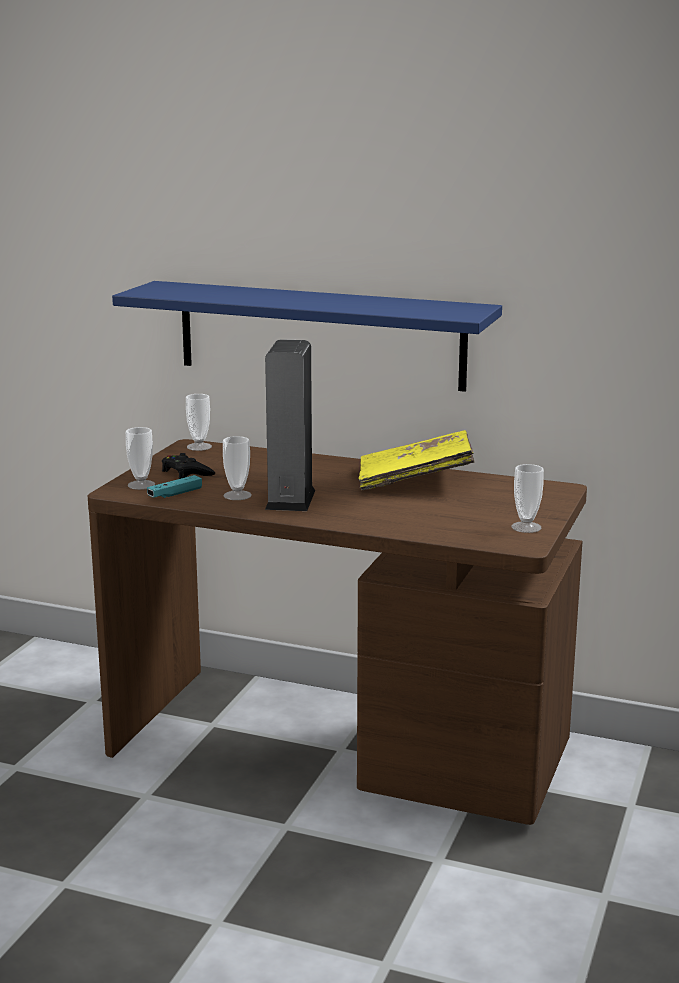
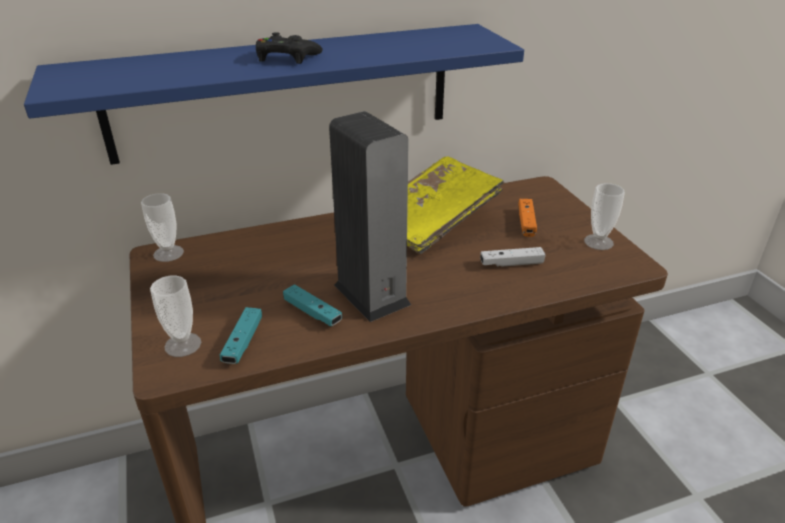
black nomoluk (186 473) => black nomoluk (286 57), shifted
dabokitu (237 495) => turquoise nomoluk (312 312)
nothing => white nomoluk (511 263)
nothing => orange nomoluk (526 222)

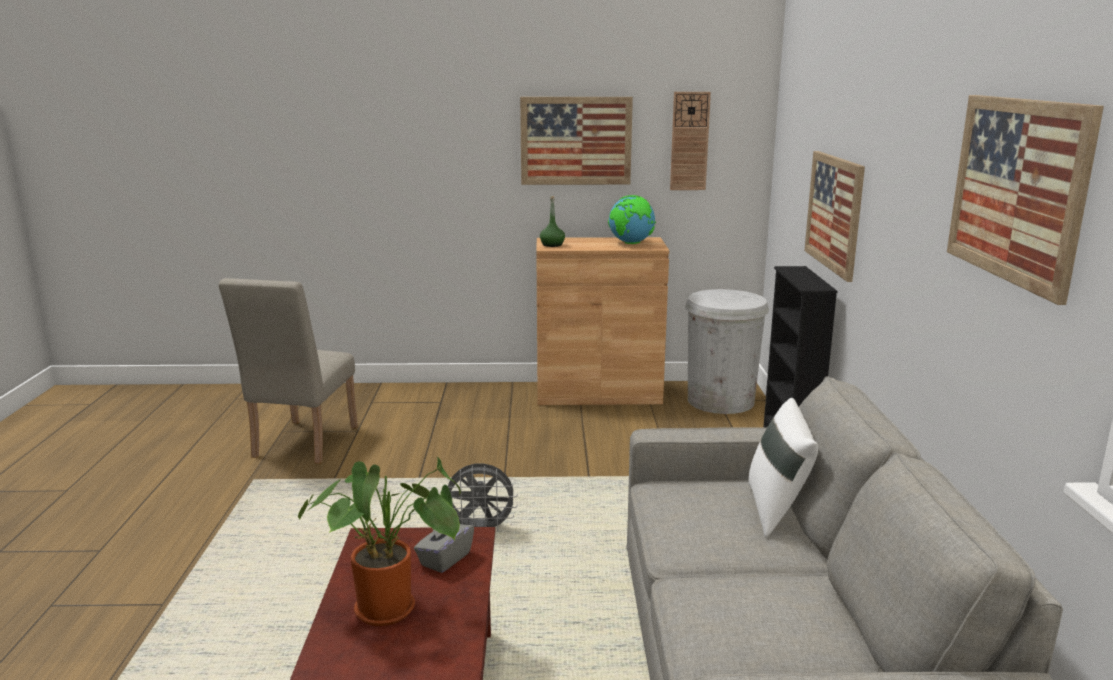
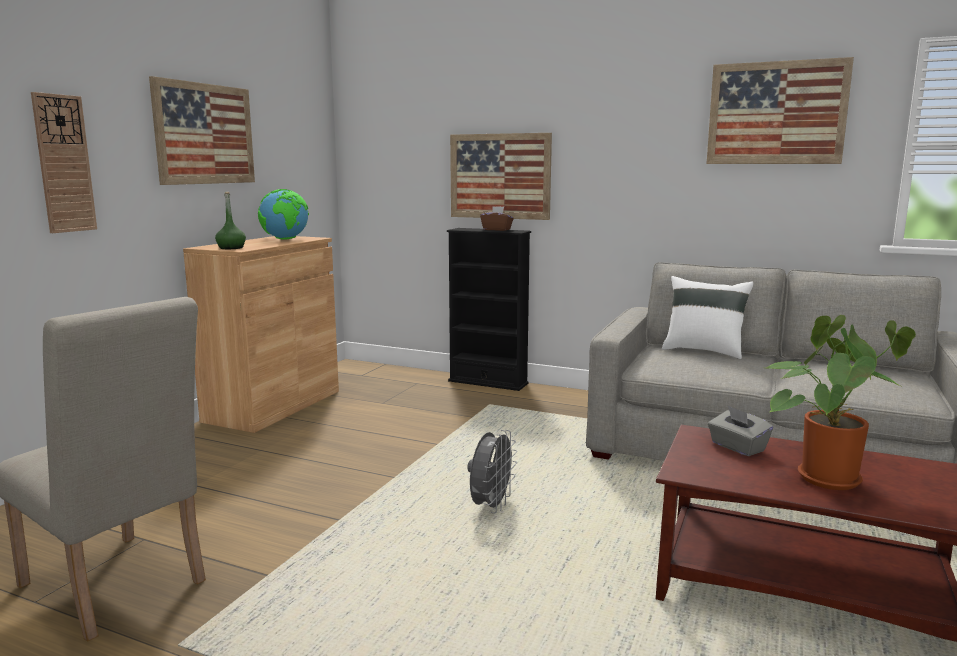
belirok (689 141) => belirok (64 164), shifted
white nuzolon (720 401) => nothing
nothing => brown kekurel (497 229)

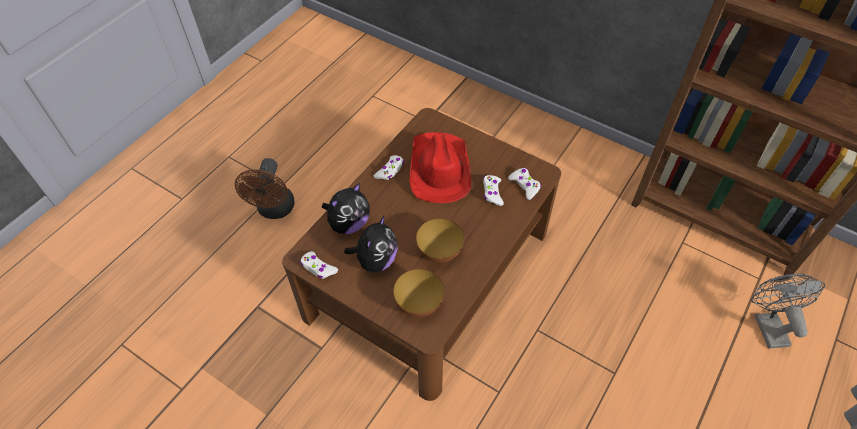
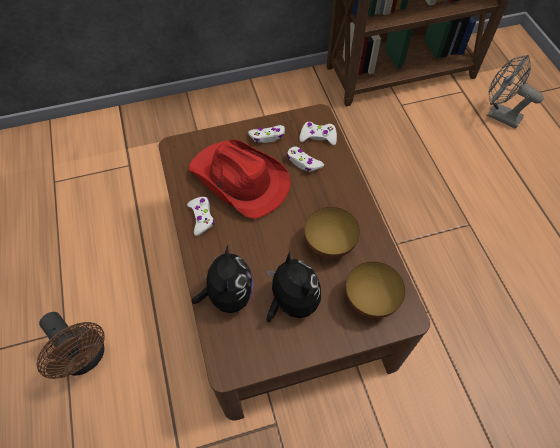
white nomoluk (318 268) => white nomoluk (267 136), shifted

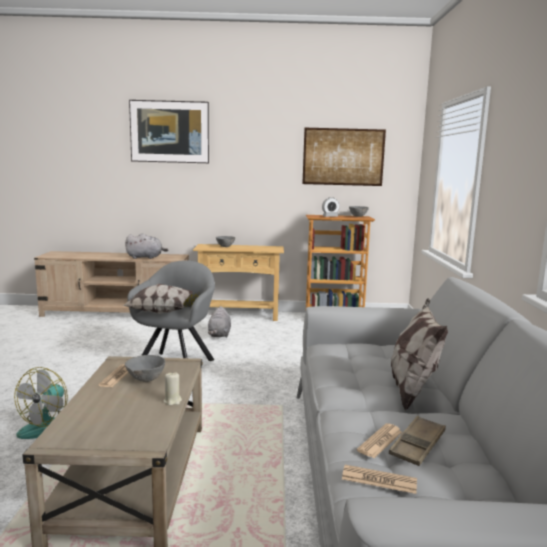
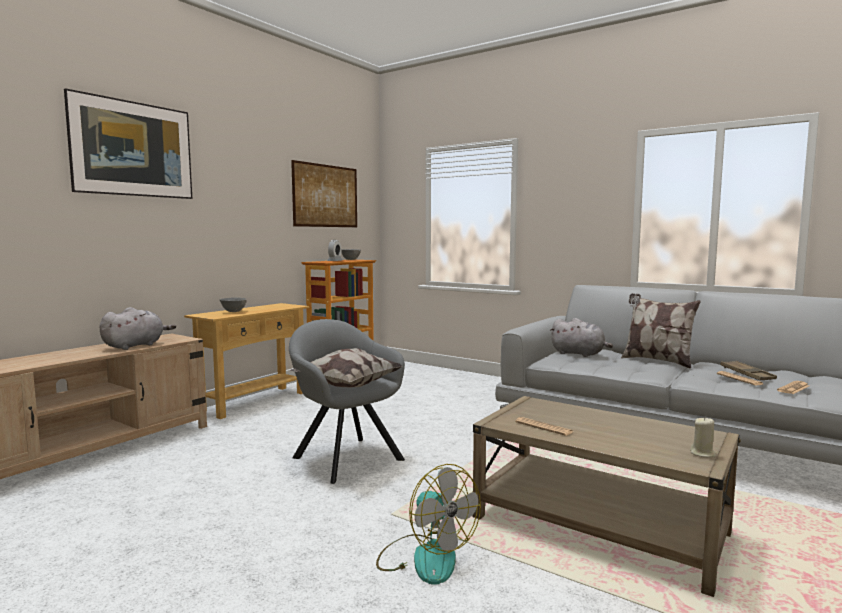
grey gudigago (145 380) => nothing
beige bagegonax (172 401) => beige bagegonax (702 453), shifted
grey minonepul (219 334) => grey minonepul (579 354), shifted

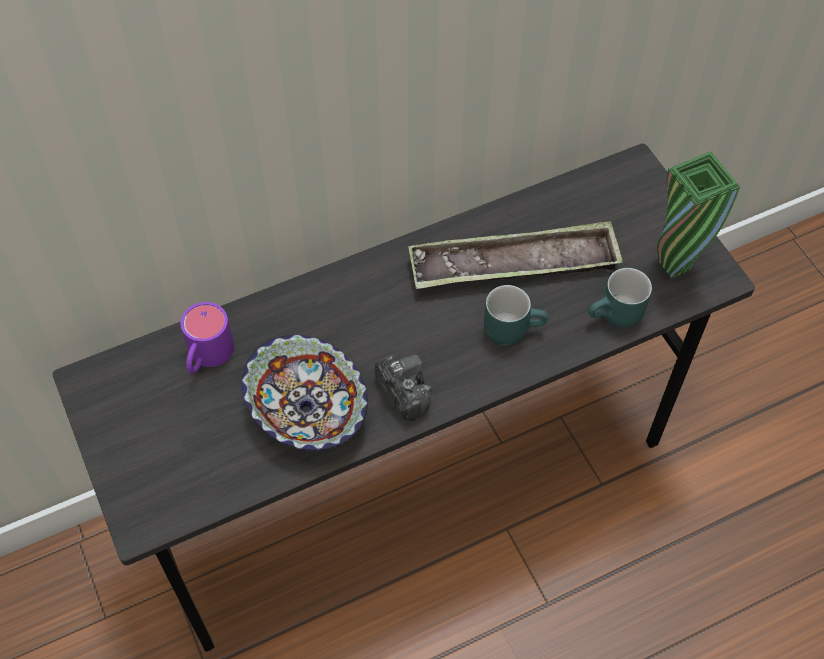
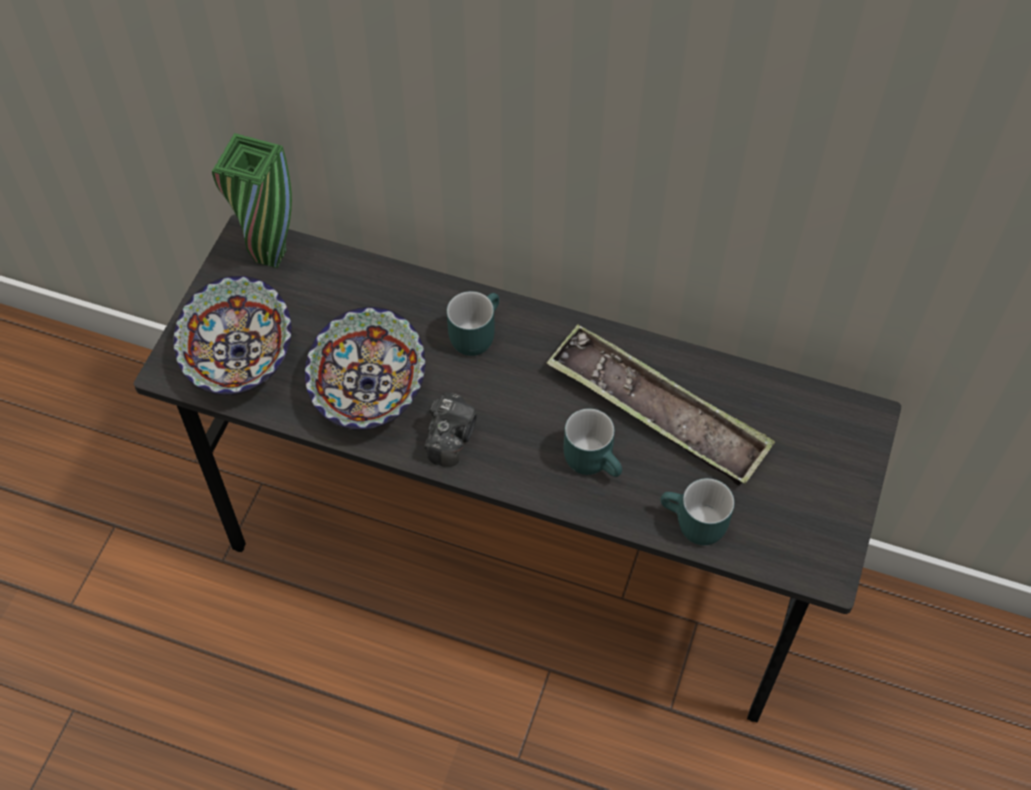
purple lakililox (206 356) => nothing
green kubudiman (674 266) => green kubudiman (270 256), shifted
nothing => gudigago (240 355)
nothing => turquoise lakililox (473 333)

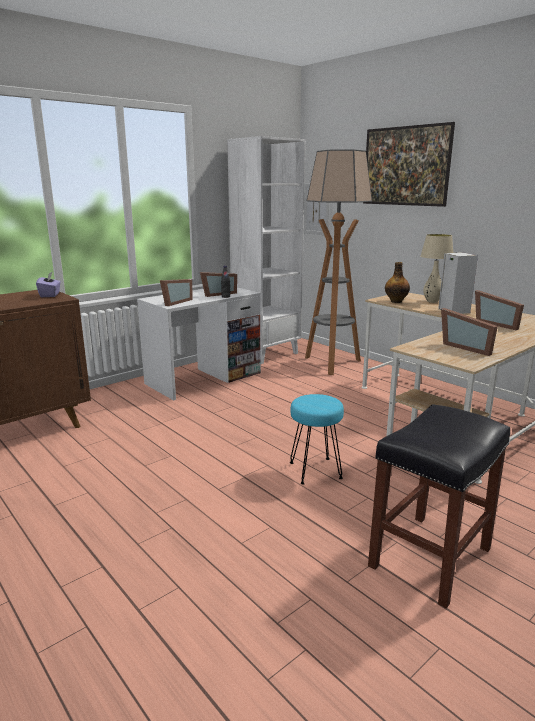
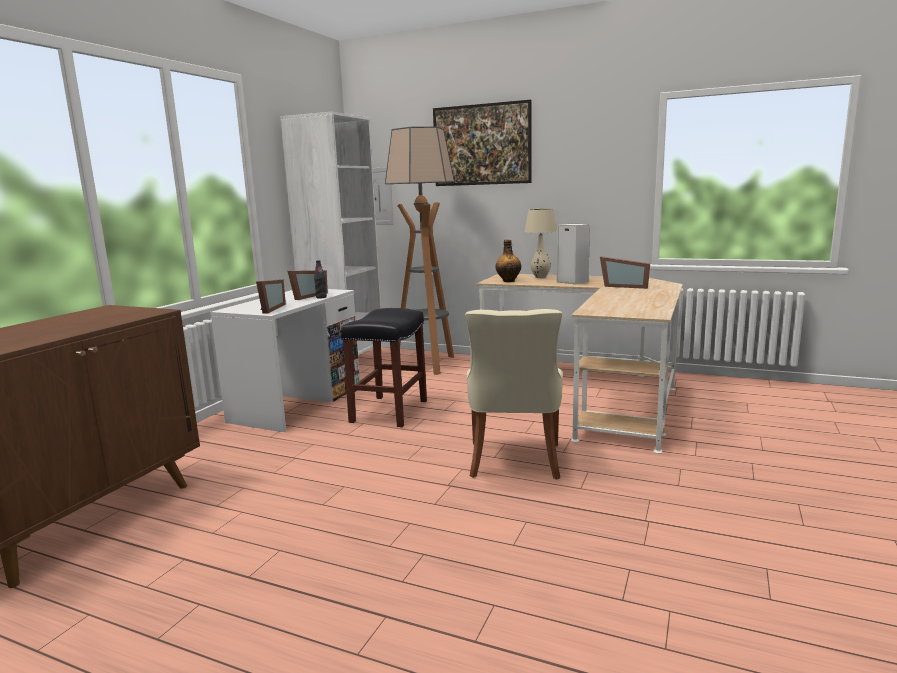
purple kekurel (50 295) => nothing
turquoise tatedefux (314 470) => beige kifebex (514 462)
black tatedefux (430 559) => black tatedefux (389 411), shifted
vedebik (467 347) => nothing

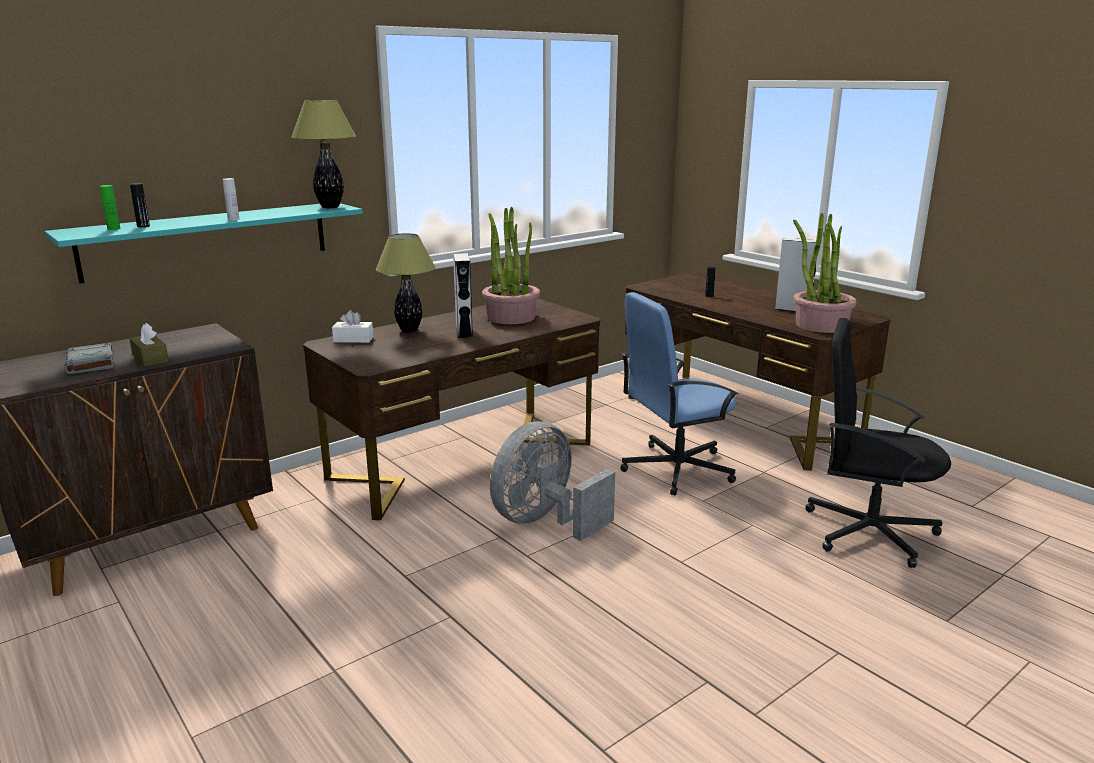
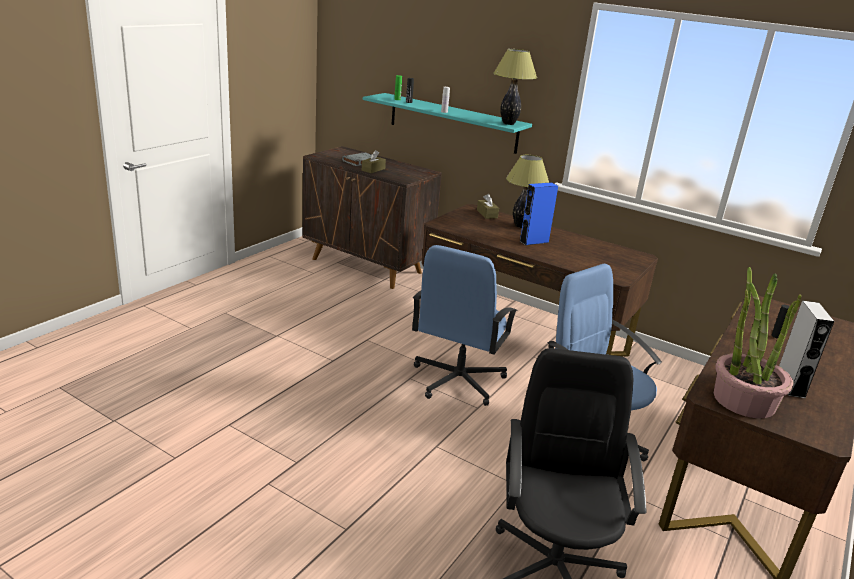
white kekurel (353 339) => brown kekurel (487 214)
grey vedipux (464 332) => blue vedipux (534 241)
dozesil (511 317) => nothing
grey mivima (545 522) => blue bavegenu (457 380)

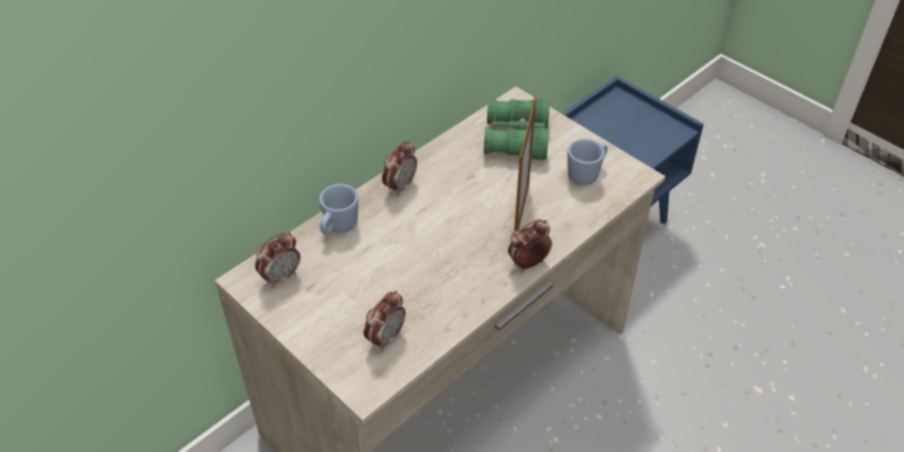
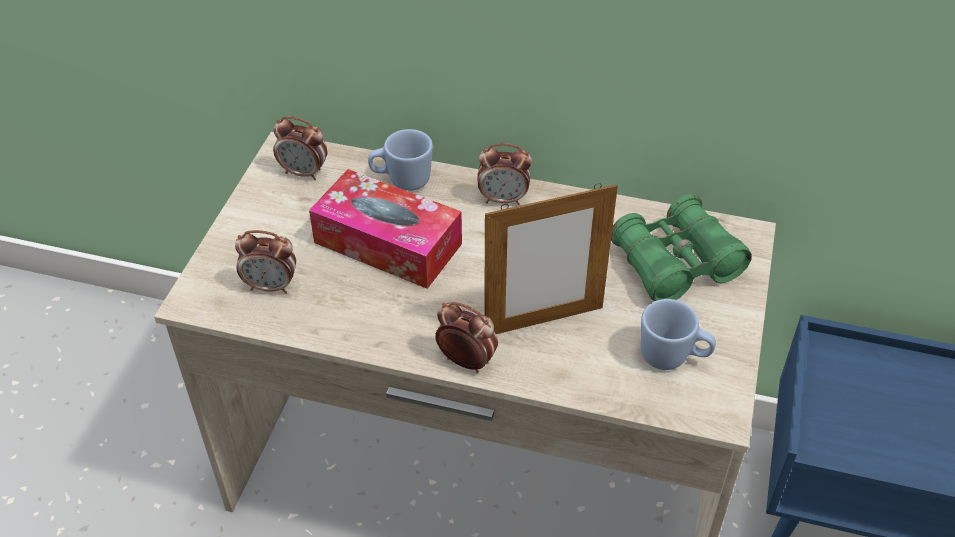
nothing => kekurel (388 243)

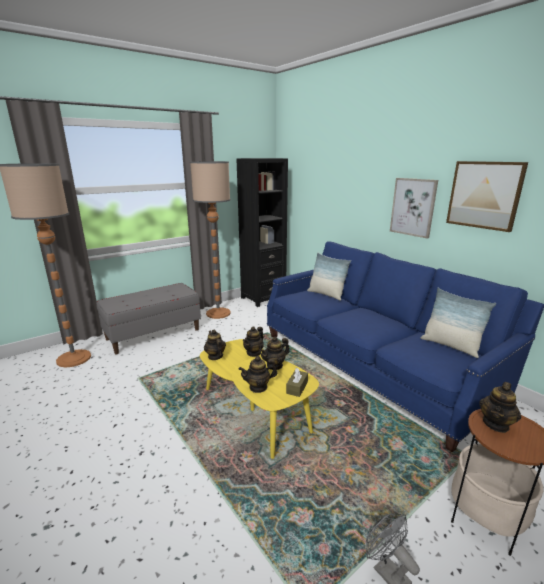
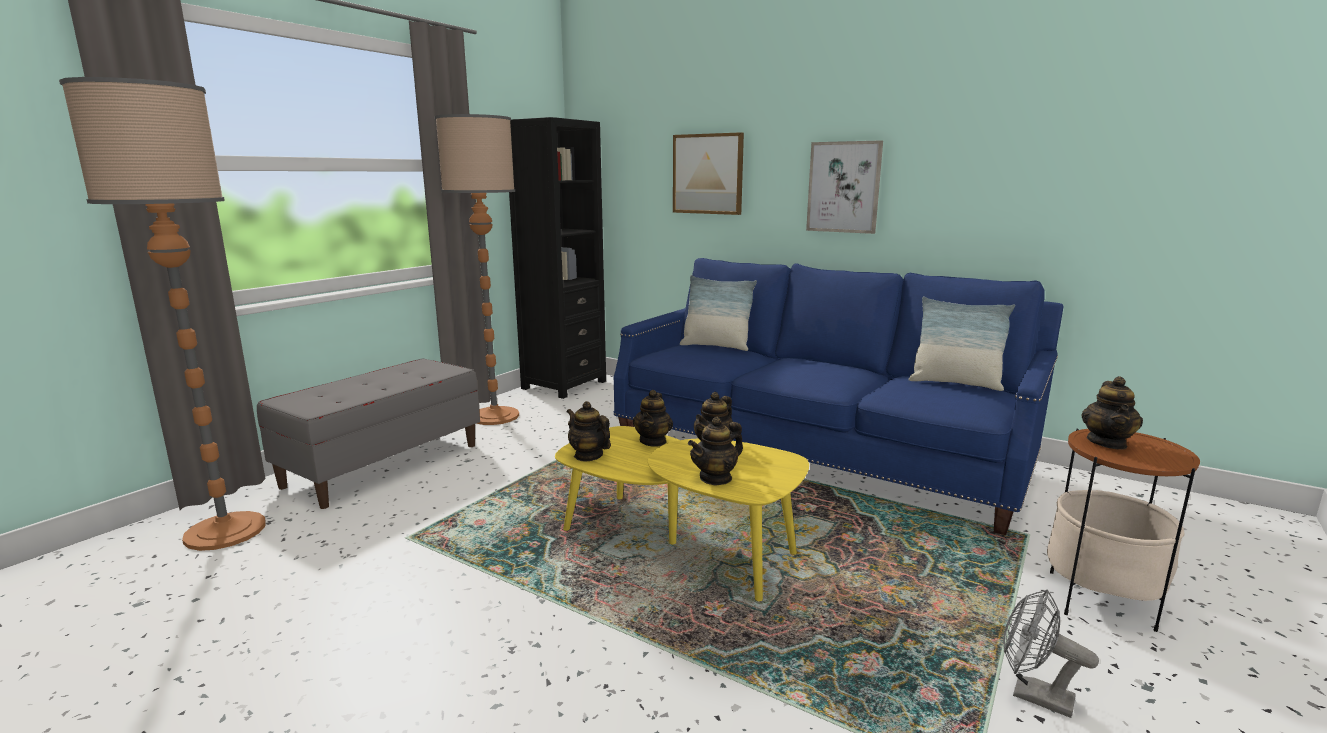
brown kekurel (297 387) => nothing
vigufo (484 195) => vigufo (708 174), shifted

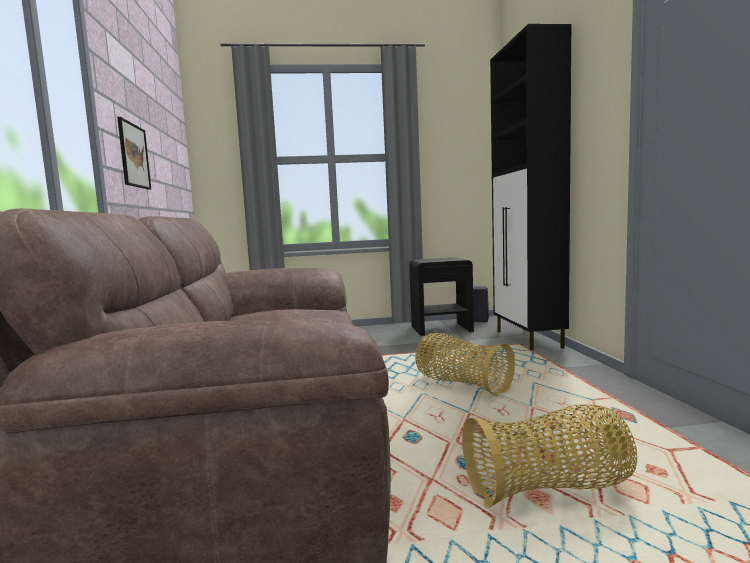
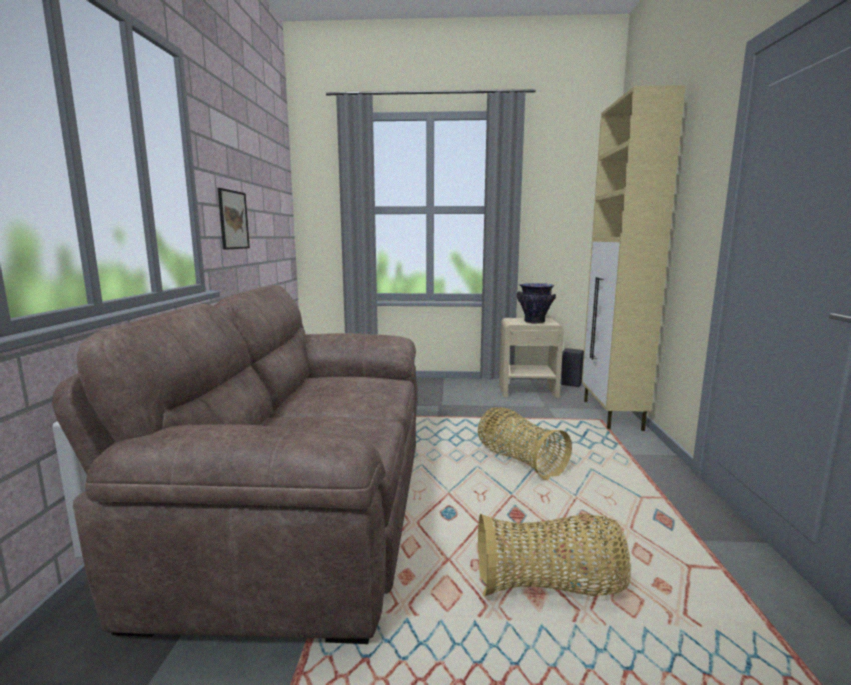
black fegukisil (442 329) => beige fegukisil (528 391)
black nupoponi (528 339) => beige nupoponi (612 415)
nothing => kubudiman (534 322)

